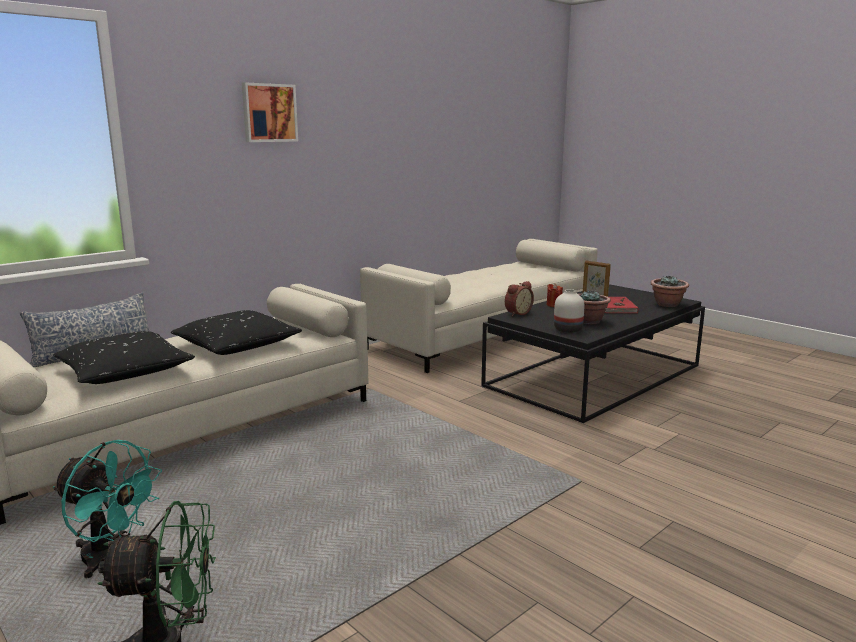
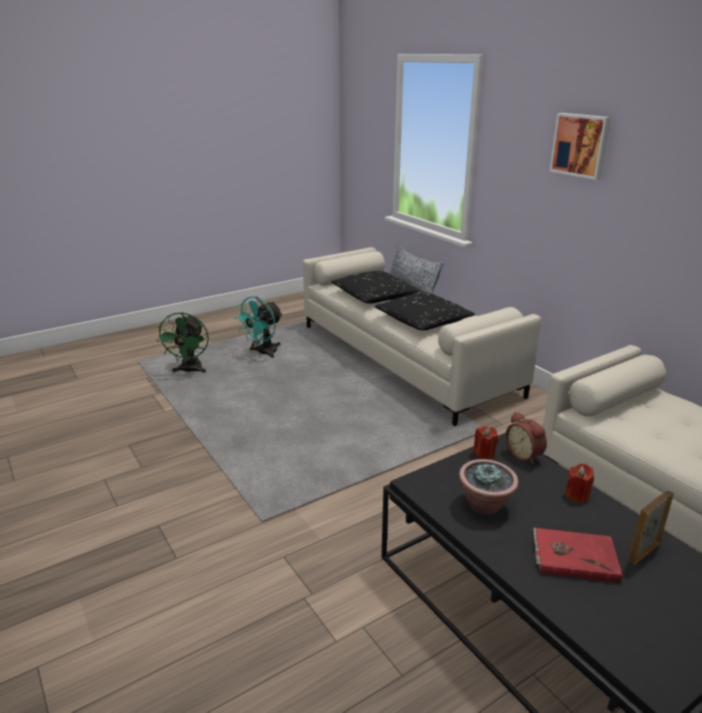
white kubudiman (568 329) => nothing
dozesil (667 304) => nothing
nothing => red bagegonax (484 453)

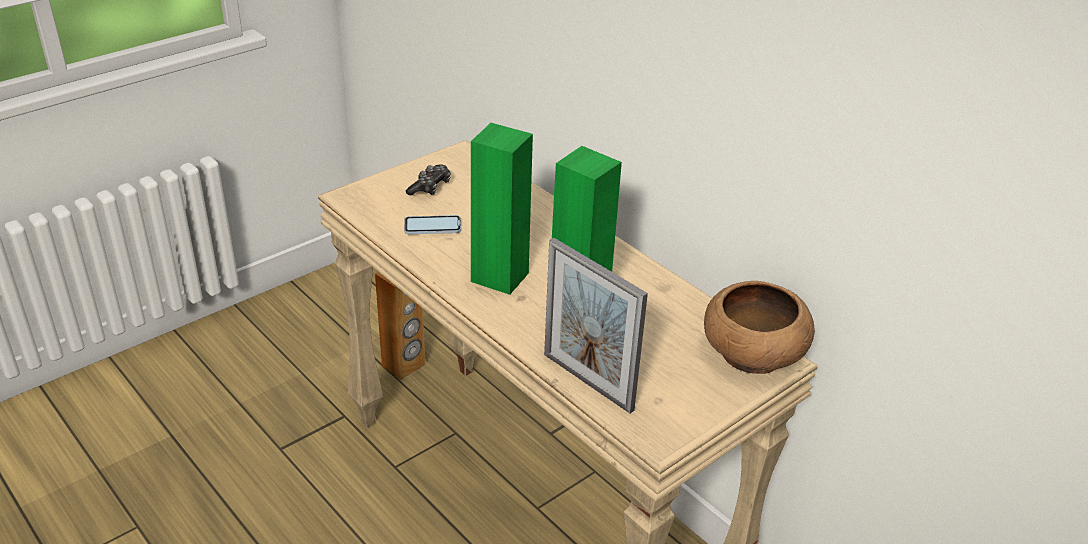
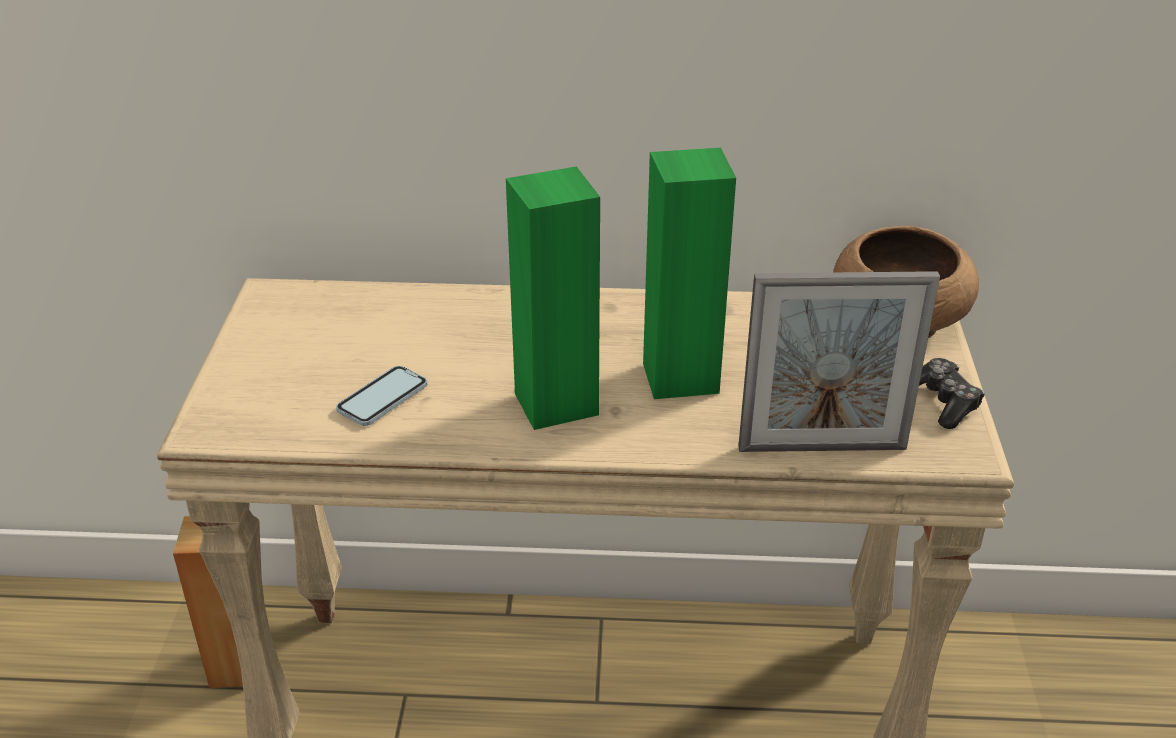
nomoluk (430 187) => nomoluk (943 402), shifted

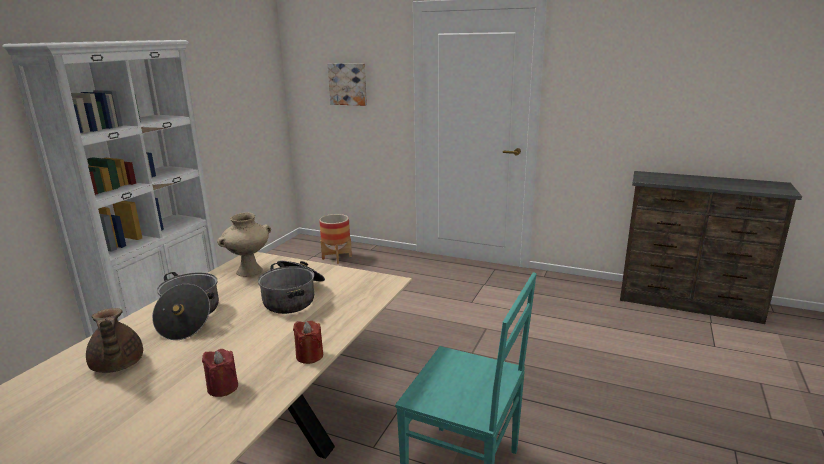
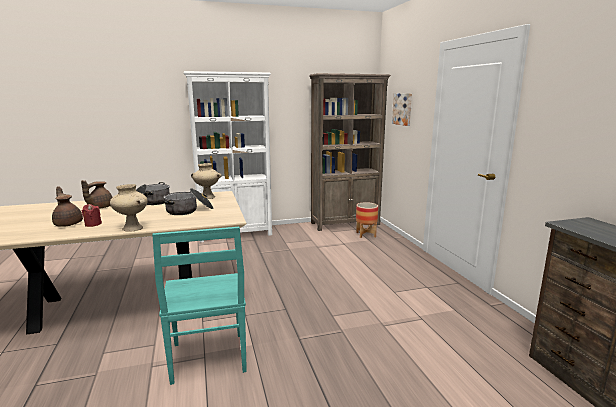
red bagegonax (309 356) => beige kubudiman (131 228)
nothing => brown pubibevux (68 224)
nothing => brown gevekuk (345 223)

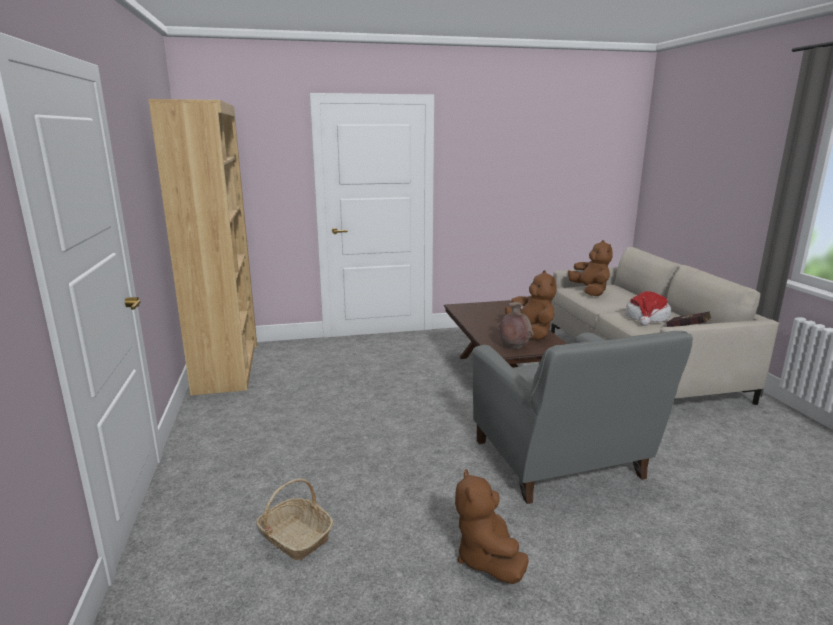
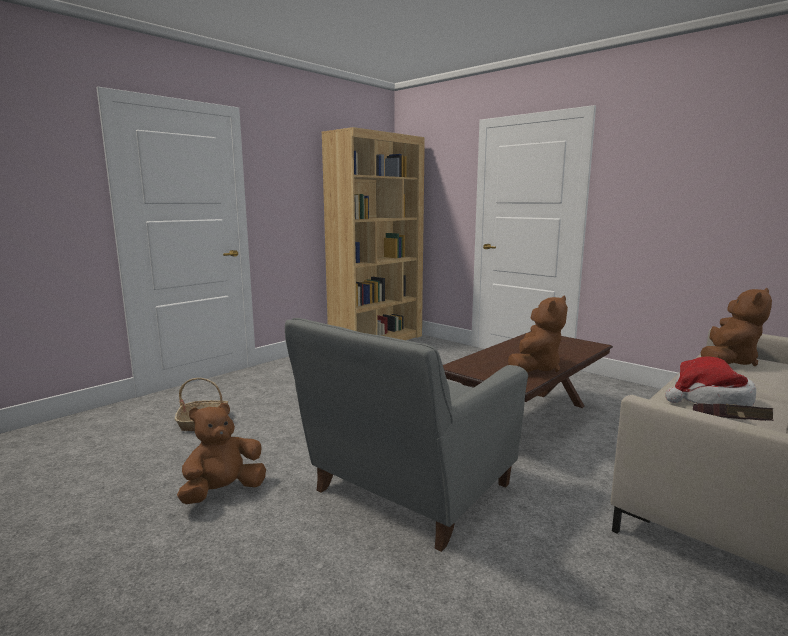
brown kubudiman (514 347) => nothing

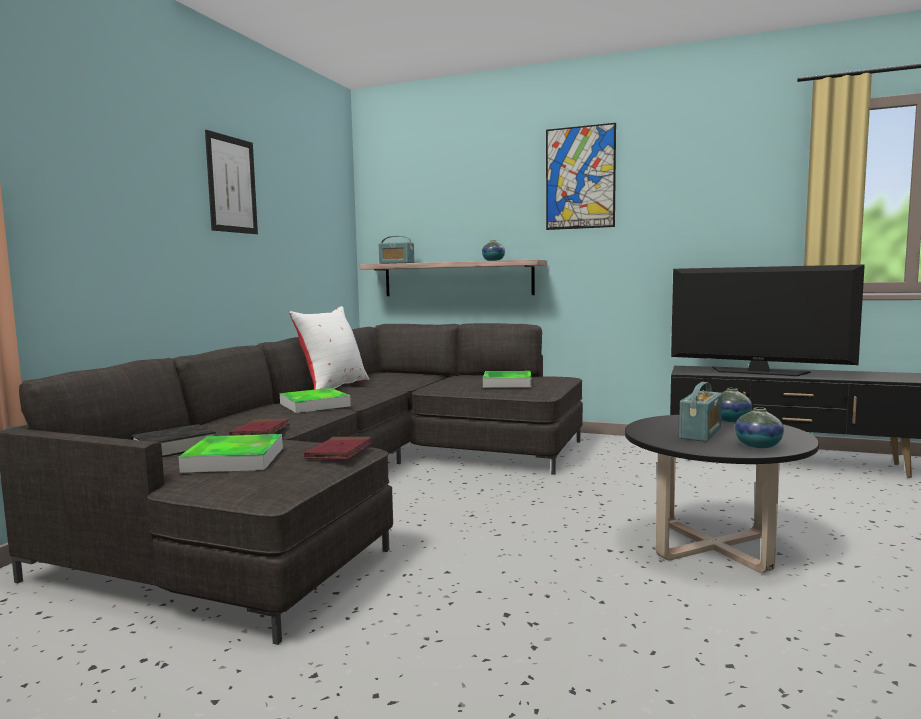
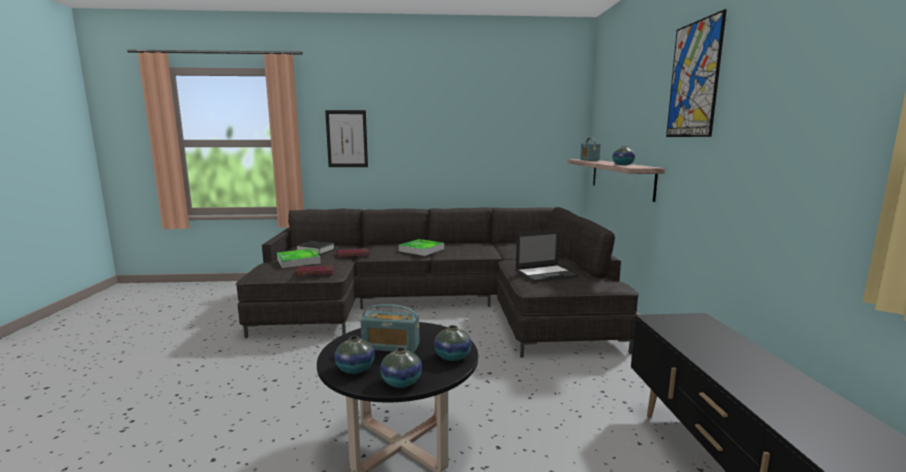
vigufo (232 185) => vigufo (347 139), shifted
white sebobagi (333 386) => nothing
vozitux (507 383) => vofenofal (546 274)
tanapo (758 372) => nothing
nothing => kubudiman (401 382)

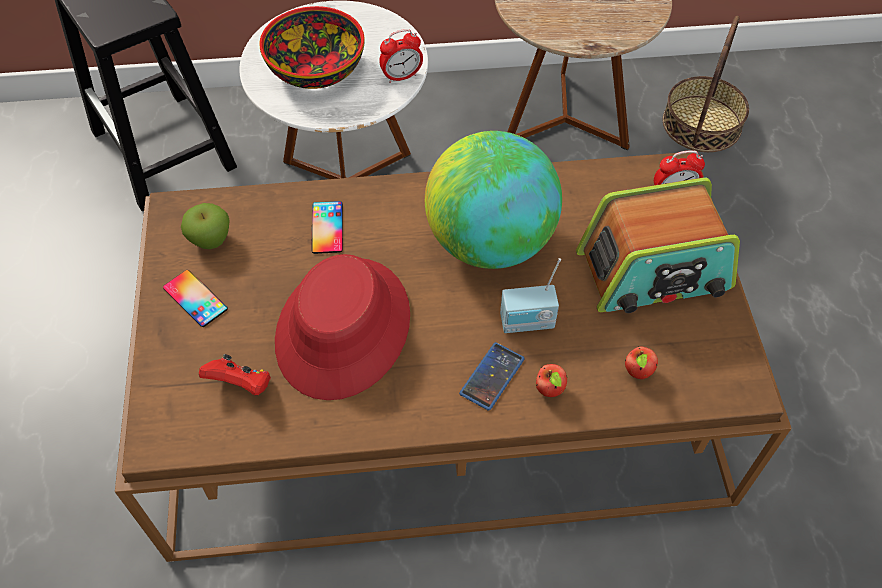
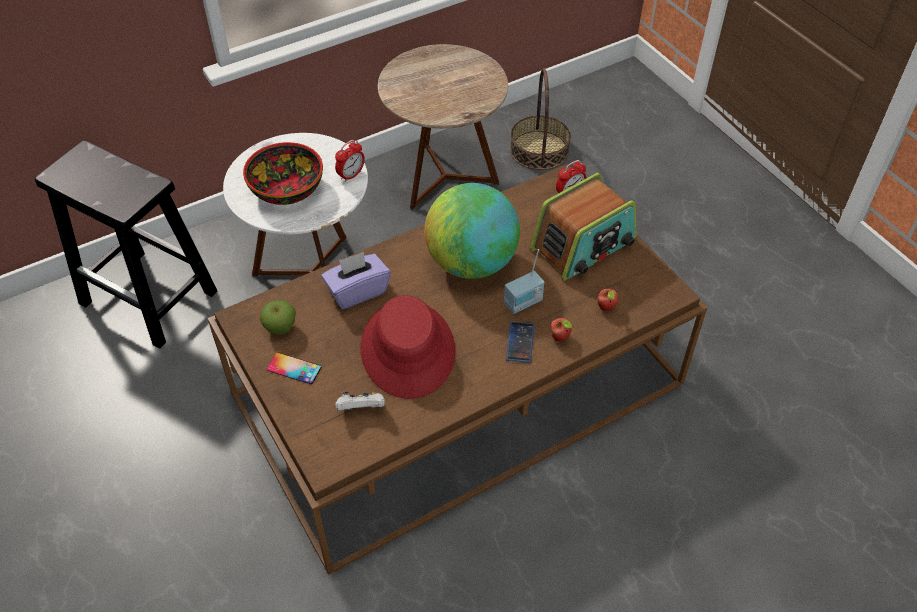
red nomoluk (241 385) => white nomoluk (361 409)
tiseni (327 227) => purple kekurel (357 291)

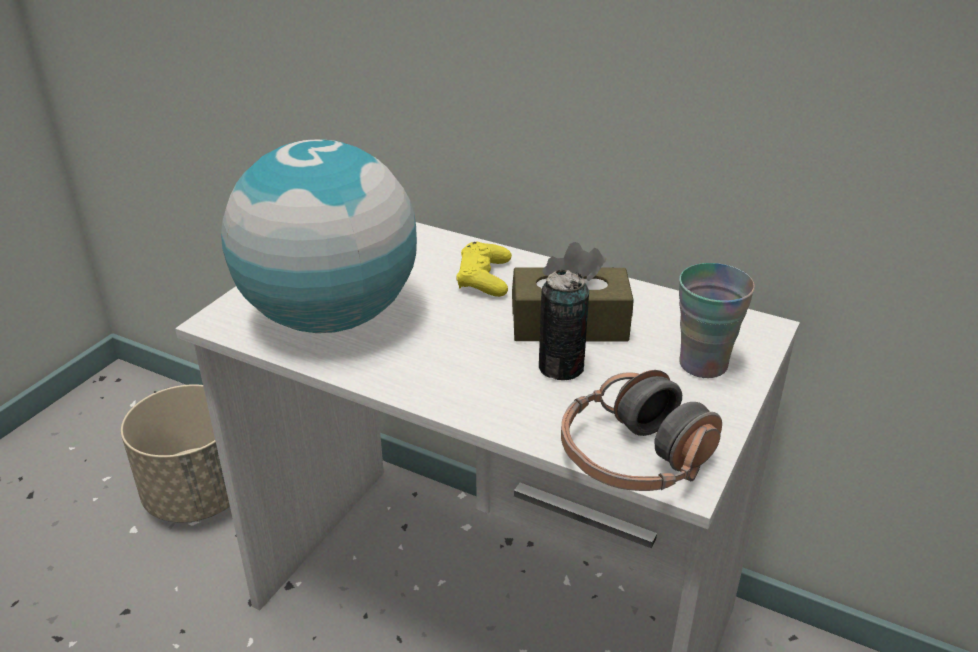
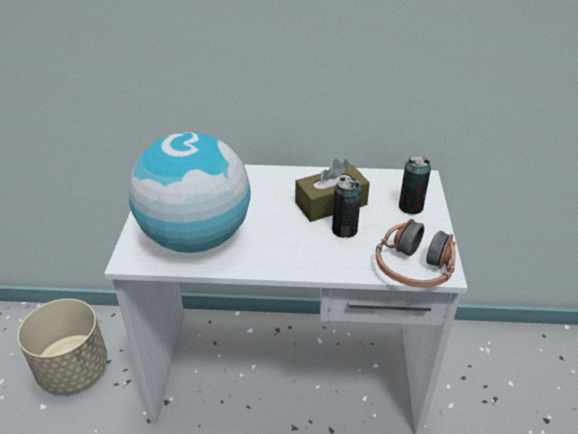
yellow nomoluk (484 278) => nothing
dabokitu (703 364) => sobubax (410 207)

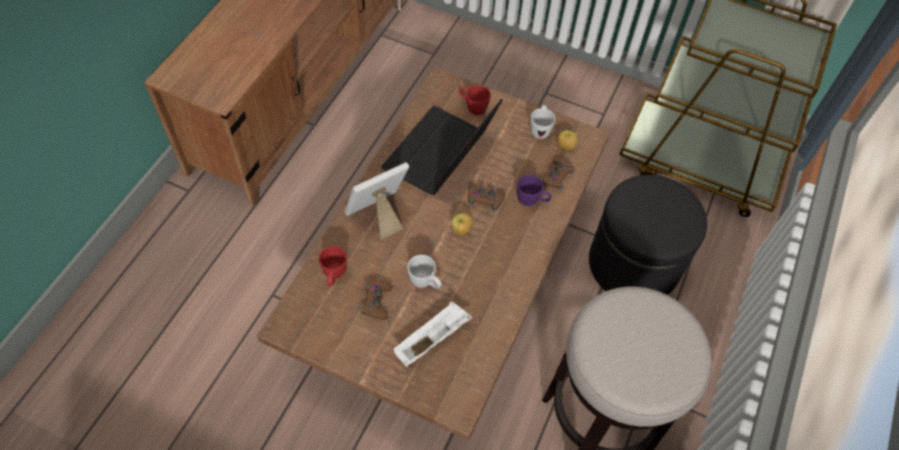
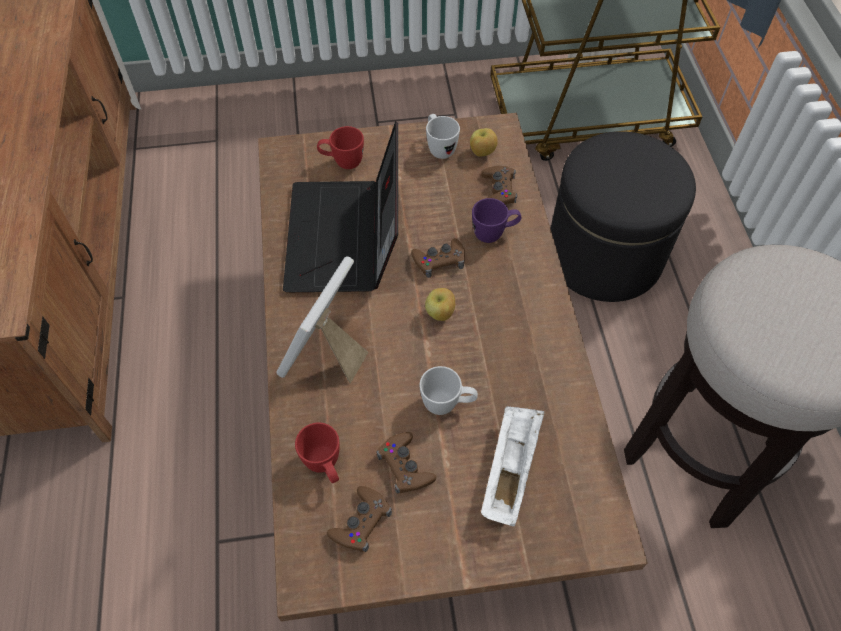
nothing => brown nomoluk (361 522)

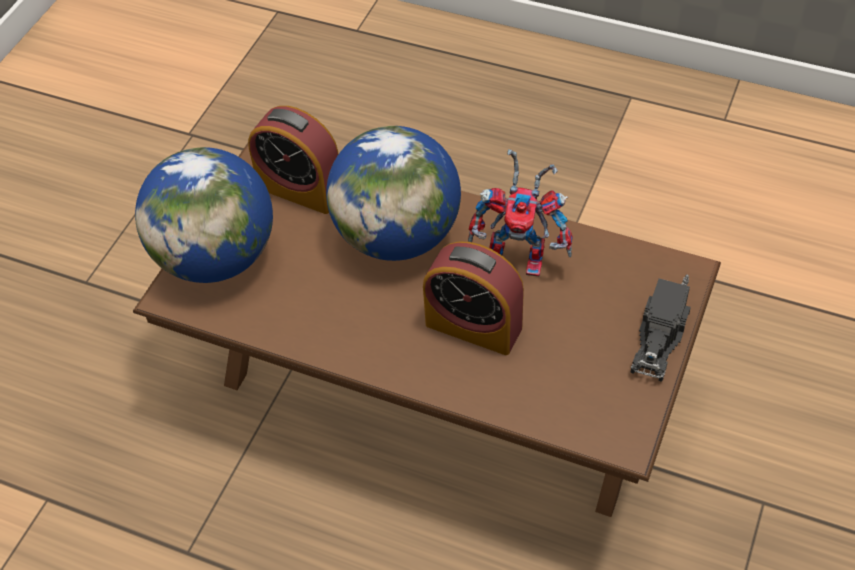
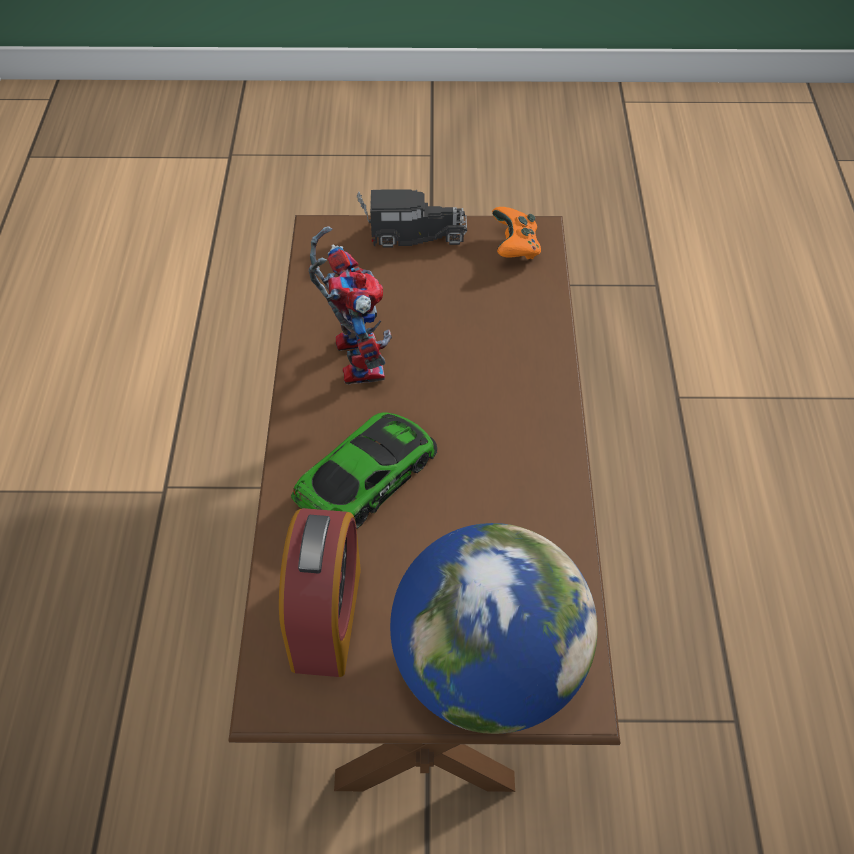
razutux (397 236) => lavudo (367 477)
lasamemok (473 326) => nothing
nothing => orange nomoluk (515 247)

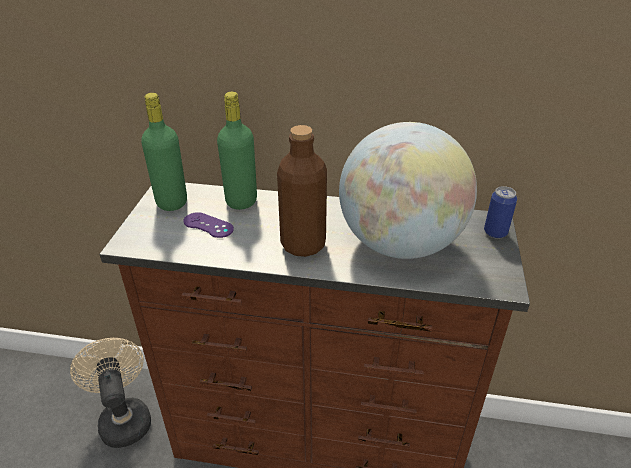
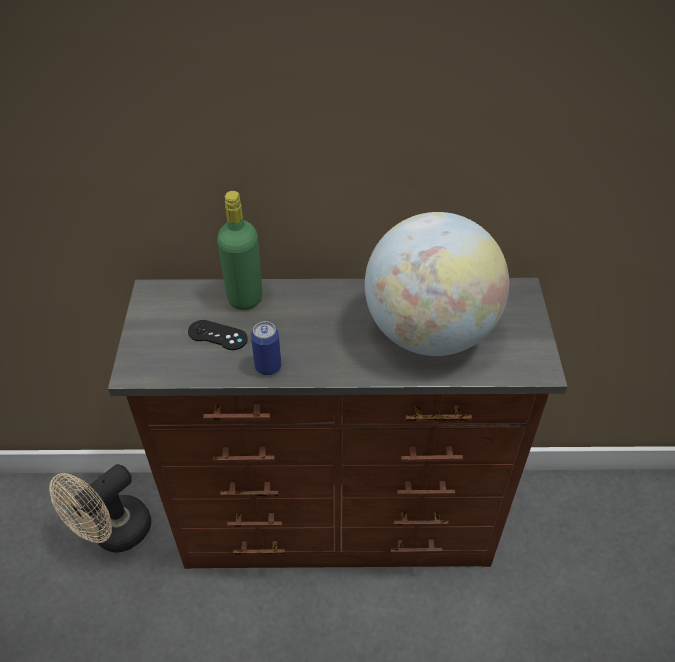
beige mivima (124 418) => beige mivima (113 534), 105 degrees counterclockwise
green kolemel (172 202) => nothing
purple nomoluk (208 225) => black nomoluk (217 335)
brown kolemel (303 244) => nothing
sobubax (495 232) => sobubax (268 367), shifted

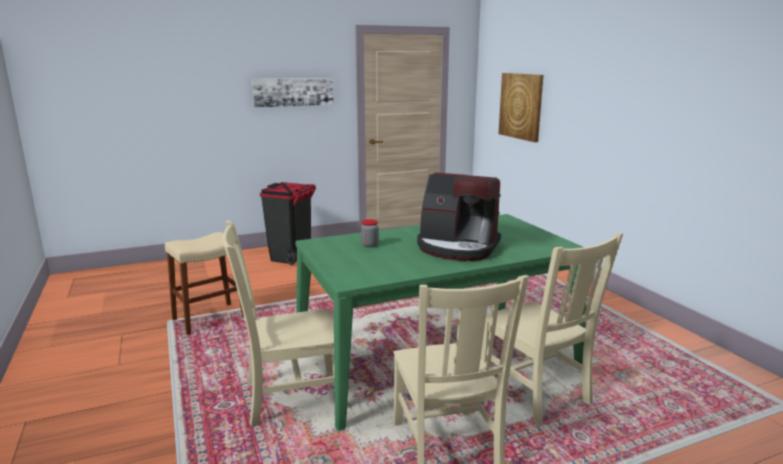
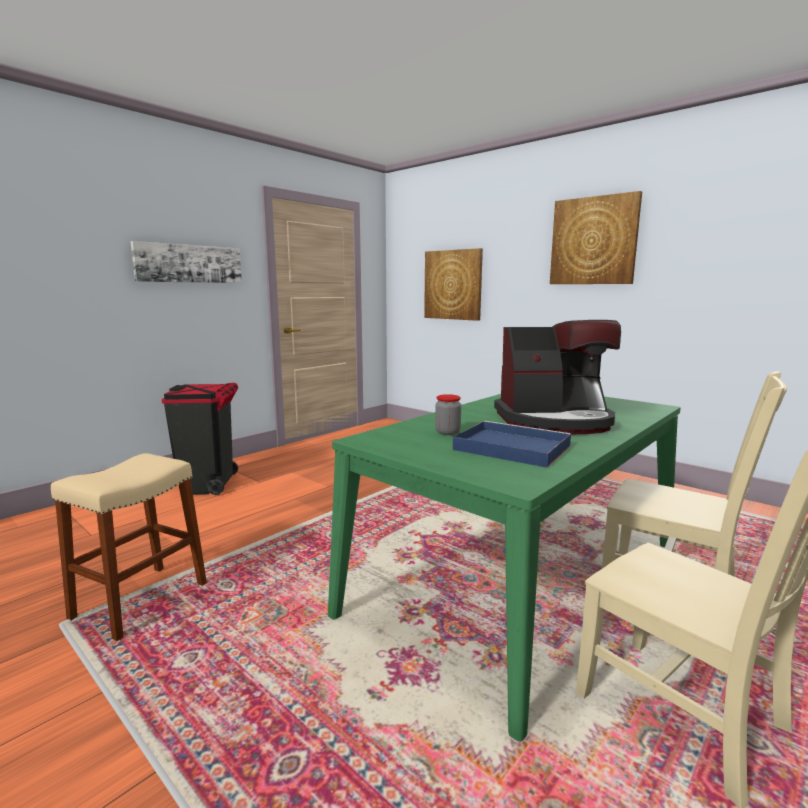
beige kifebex (289 397) => nothing
nothing => blue vozitux (509 447)
nothing => vigufo (593 241)

